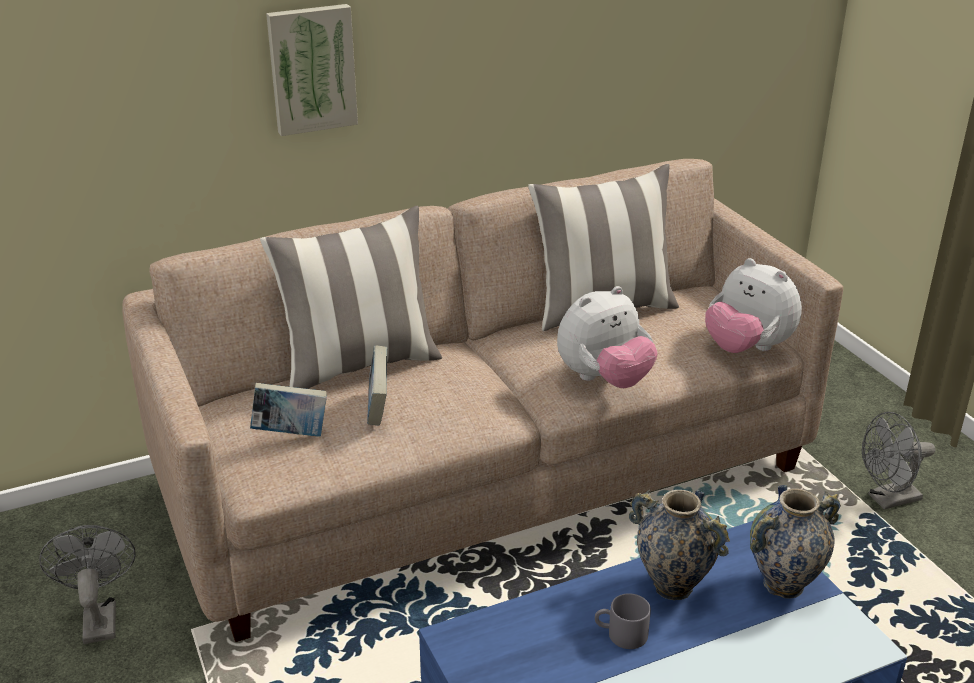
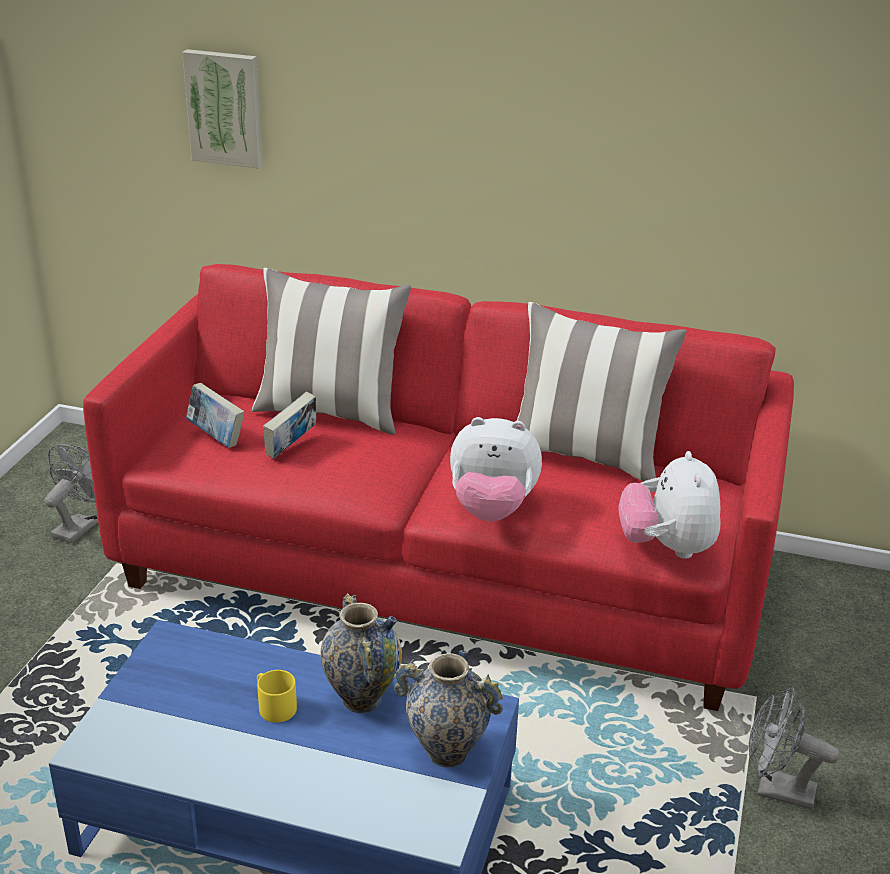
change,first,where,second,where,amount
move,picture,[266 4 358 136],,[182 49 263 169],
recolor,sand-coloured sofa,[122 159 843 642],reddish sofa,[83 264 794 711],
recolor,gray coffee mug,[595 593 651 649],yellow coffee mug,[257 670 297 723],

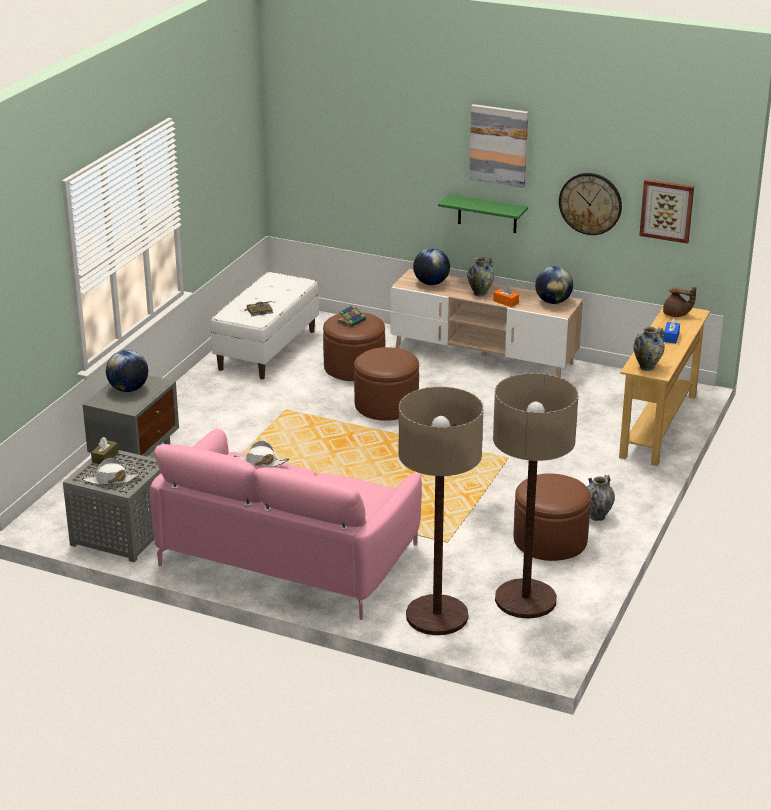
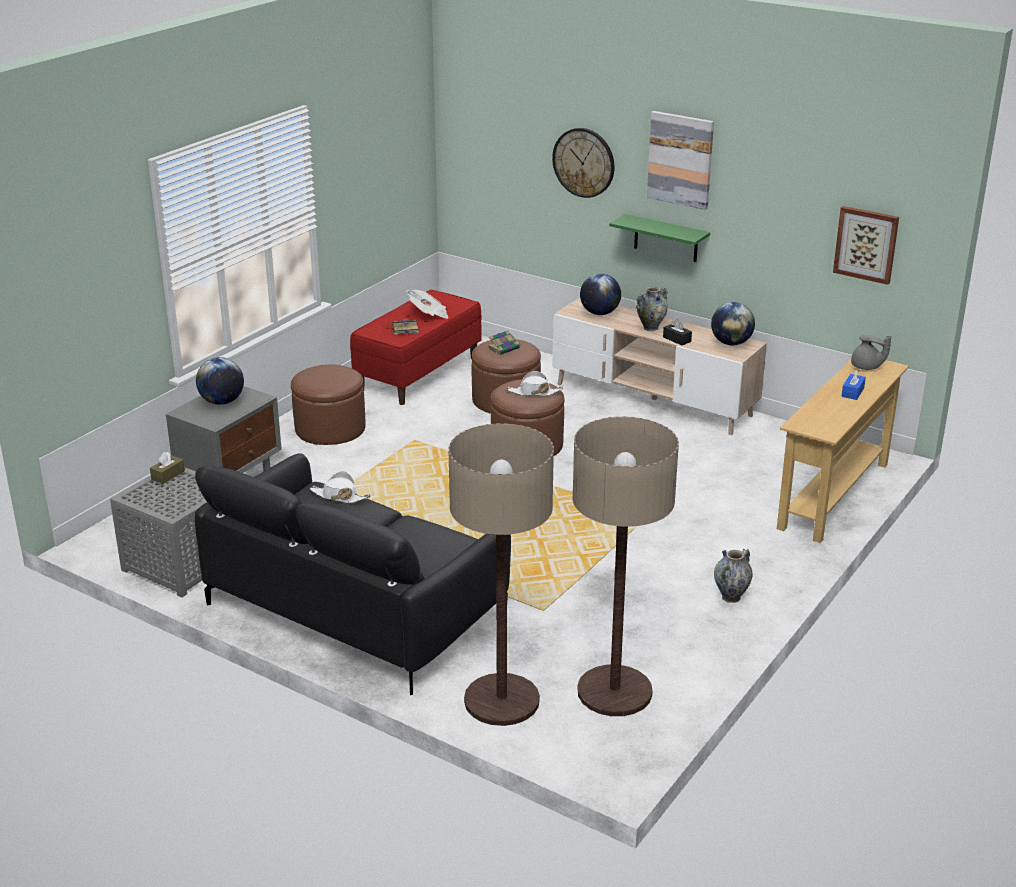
change,first,where,second,where,amount
delete,flower vase,[634 327 665 371],,,
insert,,,newspaper,[406 290 448 319],
move,white-coloured hat,[82 458 141 485],,[507 371 563 396],
move,brownish ottoman,[513 473 591 561],,[291 364 365 445],
move,clock on the wall,[559 173 622 235],,[552 128 615 198],
recolor,pink-coloured sofa,[150 428 422 620],black sofa,[195 453 511 695],
recolor,white-coloured bench,[211 272 319 379],reddish bench,[350 290 482 405],
recolor,orange-coloured tissue holder,[493 284 519 307],black tissue holder,[663 319 692 345],
recolor,brownish tea pot,[663 287 697 317],gray tea pot,[851 335 891 370],

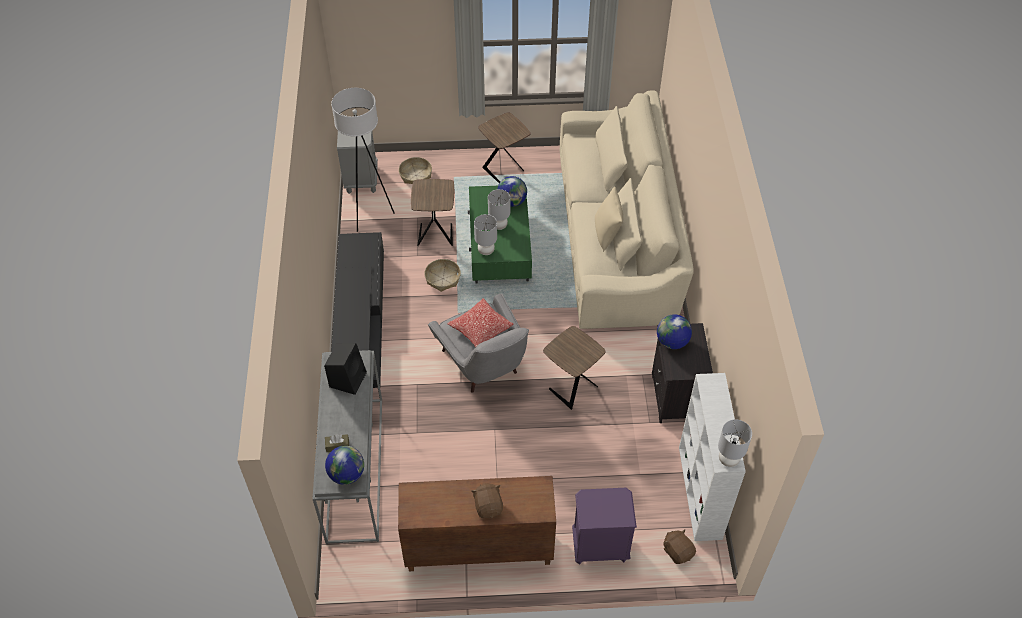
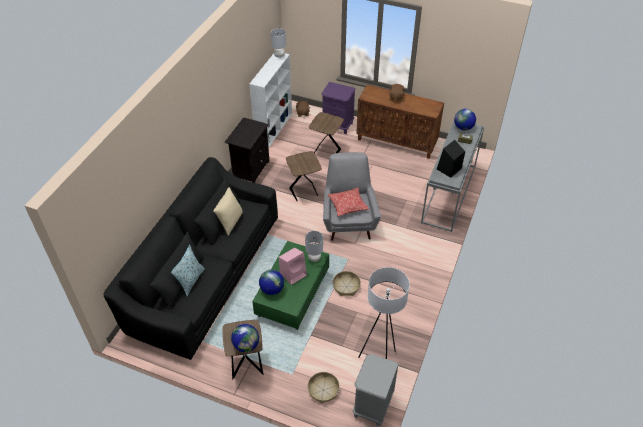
change,first,where,second,where,amount
delete,black tv unit,[331 232 384 388],,,
insert,,,cushion,[171 245 205 296],
move,brownish accent table,[411 179 454 246],,[309 112 344 153],
move,desk globe,[657 314 692 349],,[231 324 259 352],
replace,gray tabletop lamp,[488 189 510 230],pink-coloured audio speaker,[279 248 307 285],
recolor,sand-coloured sofa,[560 90 694 329],black sofa,[103 157 278 360],

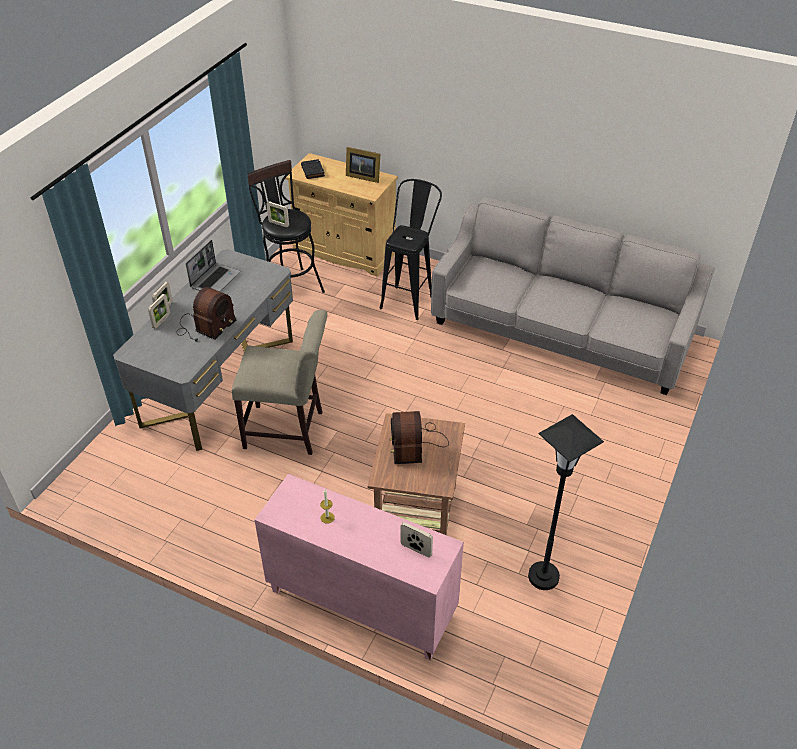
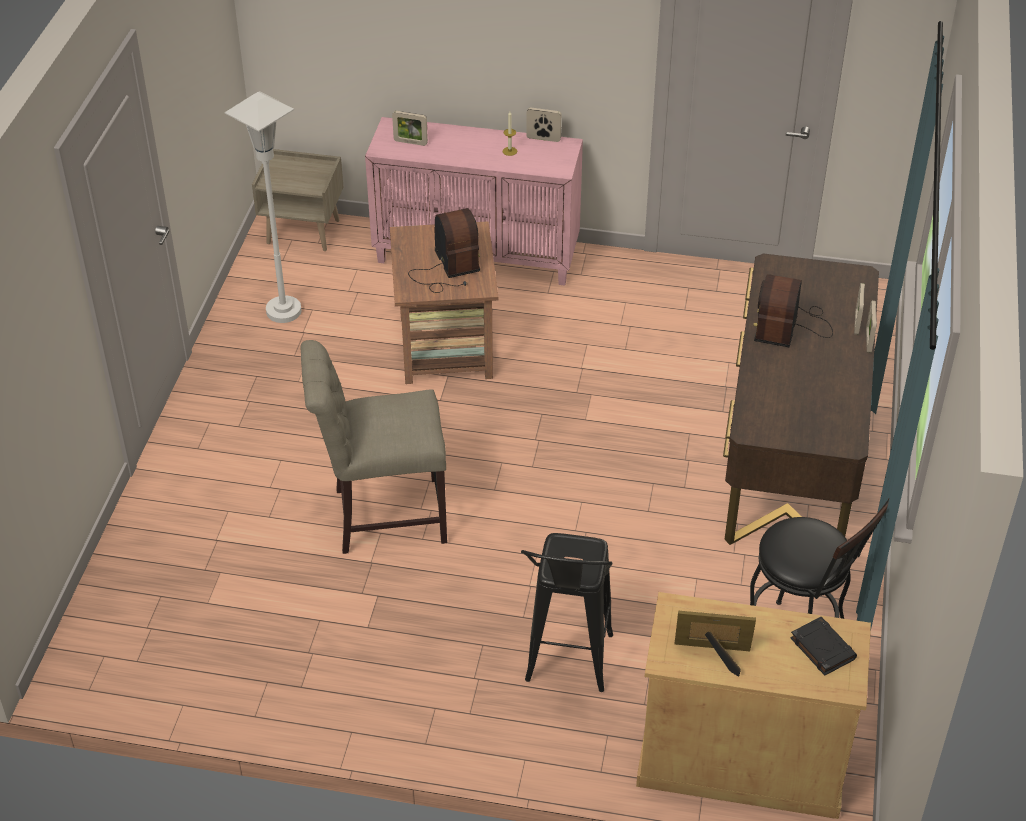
change,first,where,second,where,amount
delete,portable computer,[186 240 240 291],,,
delete,gray sofa,[431 198 715 395],,,
insert,,,sand-coloured bedside table,[252 149 343 251],
move,sand-coloured plain chair,[232 309 328 455],,[301 340 447 554],
move,picture frame,[266 201 289 227],,[526 108 561 142],
recolor,gray desk table,[113 249 293 451],brownish desk table,[723 253 879 545],
recolor,black standing lamp,[528 414 604 590],white-coloured standing lamp,[225 91 301 323],

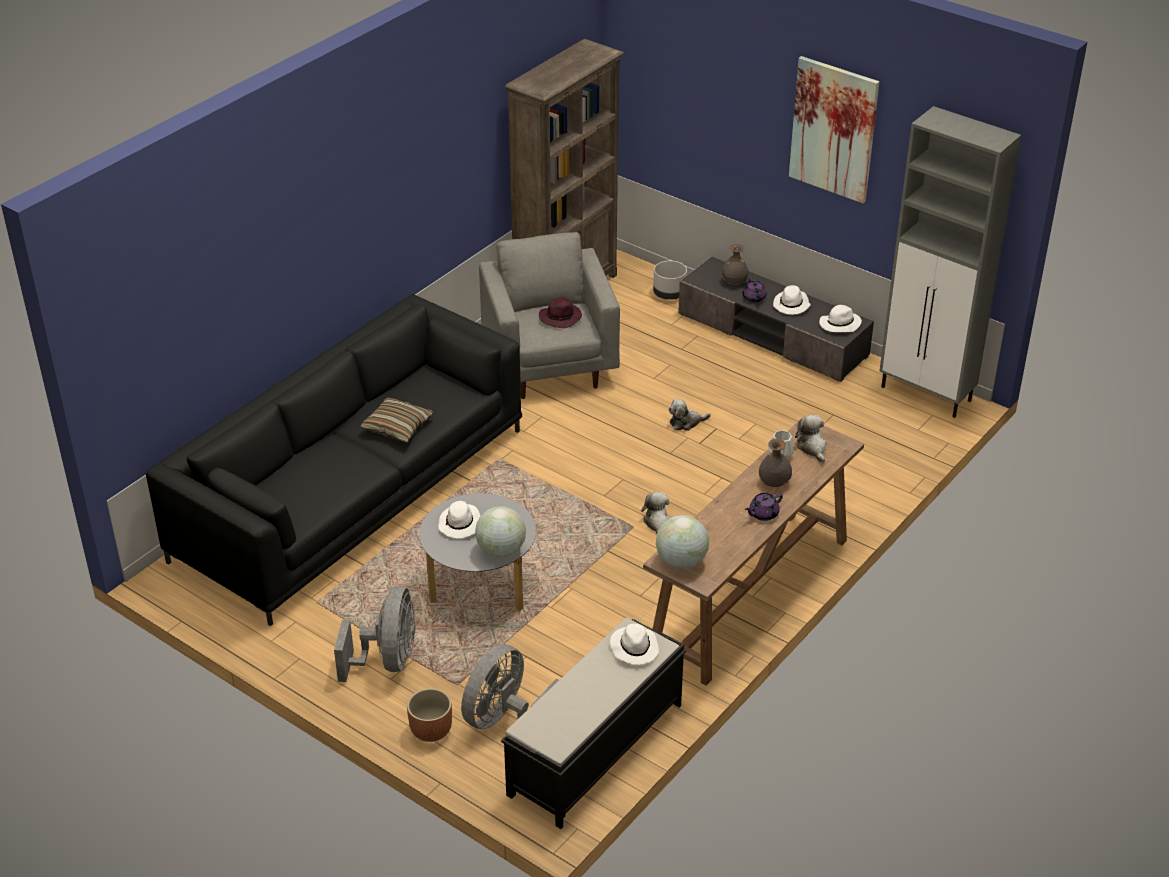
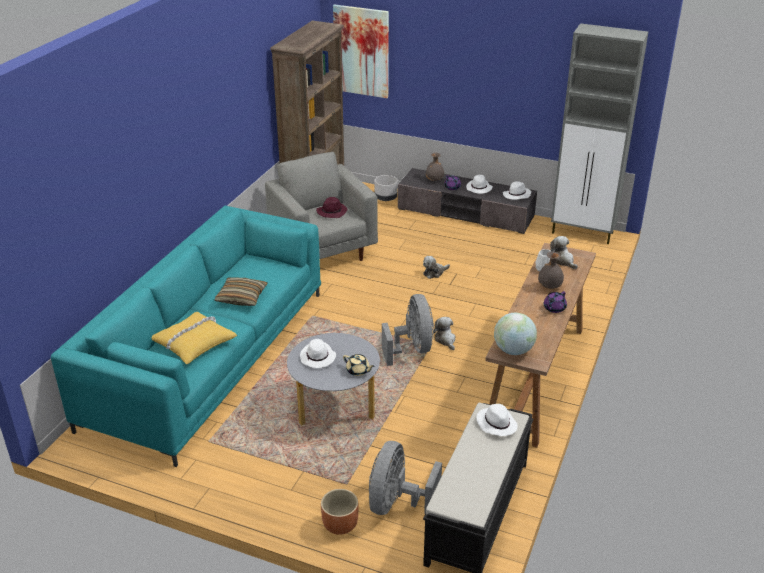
change,first,where,second,where,amount
insert,,,yellow cushion,[151 312 237 364],
move,gray cooling fan,[334 586 415 682],,[382 294 434 366],
move,picture,[789 56 879 203],,[333 4 389 98],
replace,desk globe,[475 506 526 557],sand-coloured tea pot,[343 354 375 376],
recolor,black sofa,[146 294 522 626],turquoise sofa,[51 206 321 467],

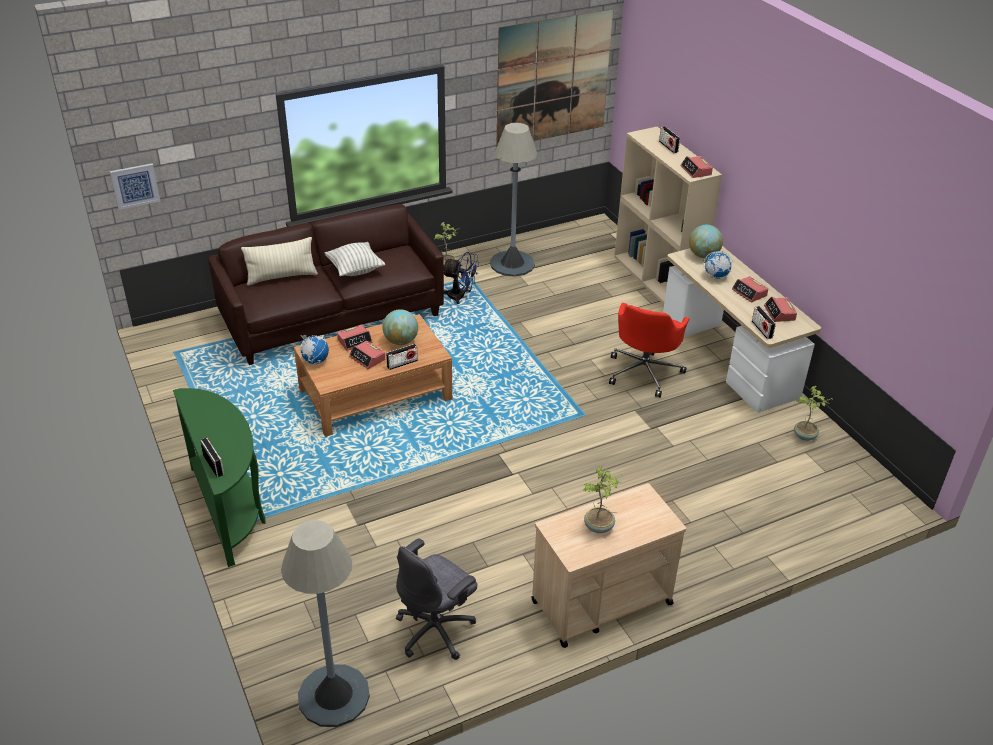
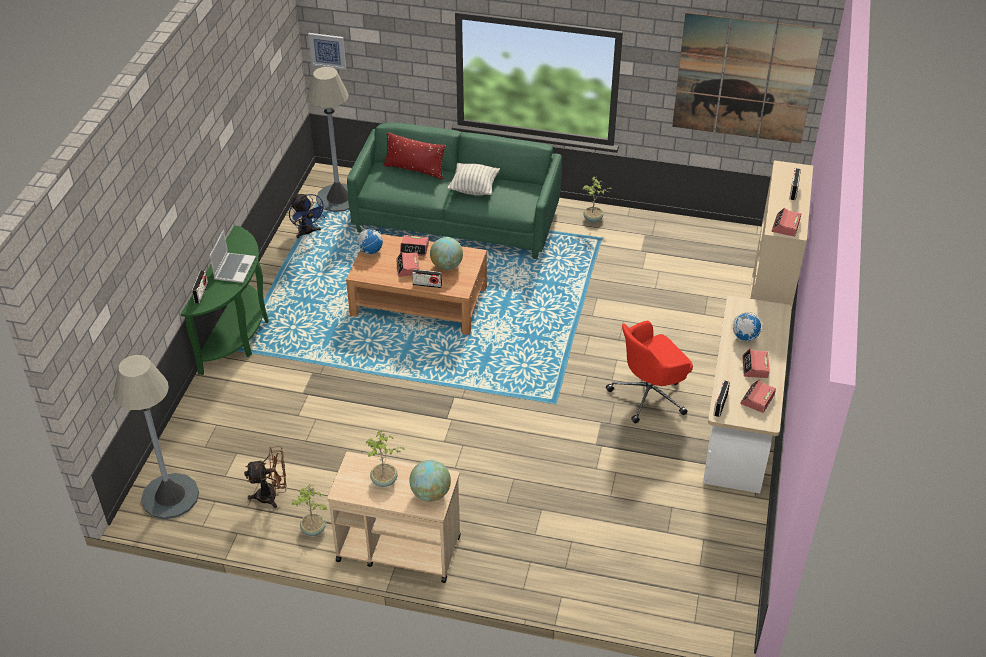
change,first,where,second,where,amount
insert,,,portable computer,[210 230 256 283],
move,blue cooling fan,[444 252 479 304],,[289 193 326 238],
move,gray standing lamp,[490 123 537 277],,[307 67 349 212],
move,desk globe,[689 225 723 258],,[409 460 451 502],
move,houseplant,[794 386 832 441],,[292 484 327 536],
replace,gray computer chair,[396 539 478 660],brownish cooling fan,[244 446 287 508],
recolor,brownish sofa,[208 204 444 365],greenish sofa,[347 123 562 259],
recolor,sand-coloured cushion,[241 237 318 286],reddish cushion,[384 132 446 180],

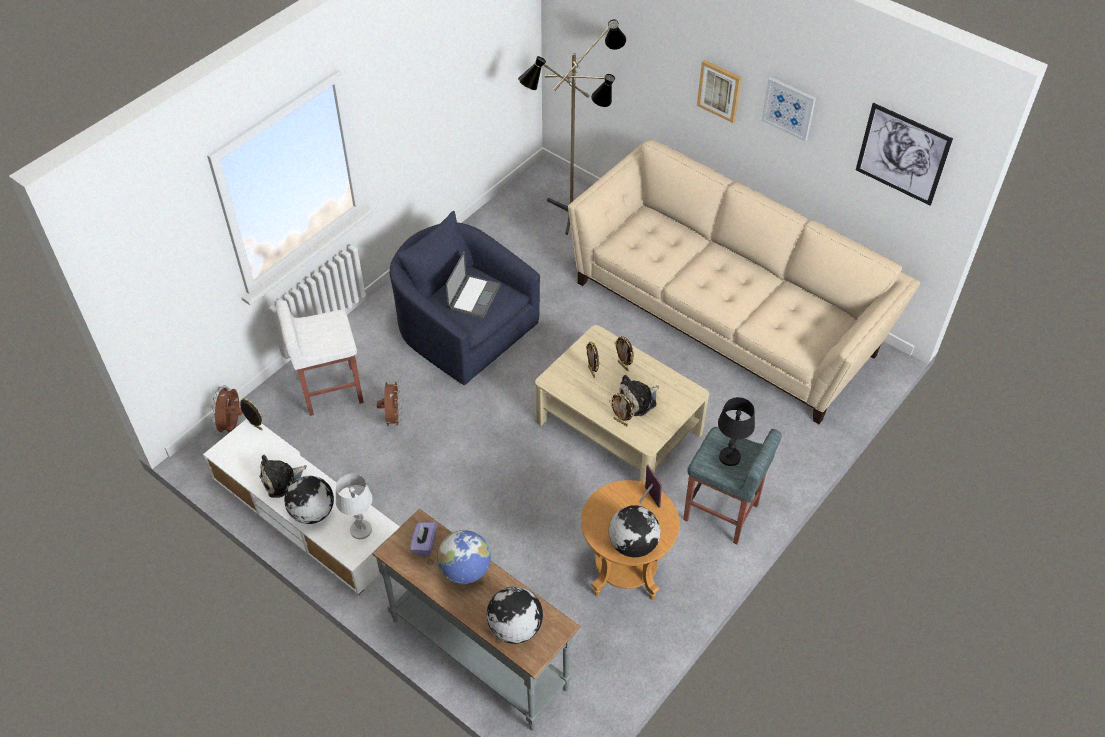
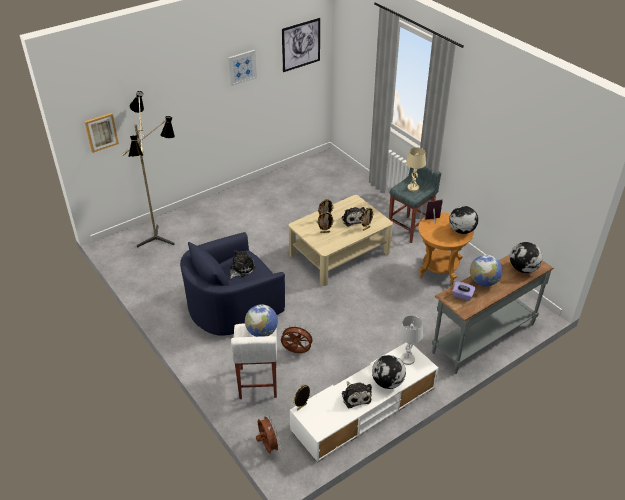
change,first,where,second,where,amount
delete,sand-coloured sofa,[568 140 920 424],,,
insert,,,desk globe,[245 304 278 337],
move,picture,[697 60 741 123],,[84 113 119 153],
replace,portable computer,[445 251 501 318],plush toy,[230 250 256 279],
recolor,black tabletop lamp,[718 397 755 466],sand-coloured tabletop lamp,[406 147 426 191],
rotate,brownish cooling fan,[211 385 243 435],,[256 414 281 453],135 degrees counterclockwise

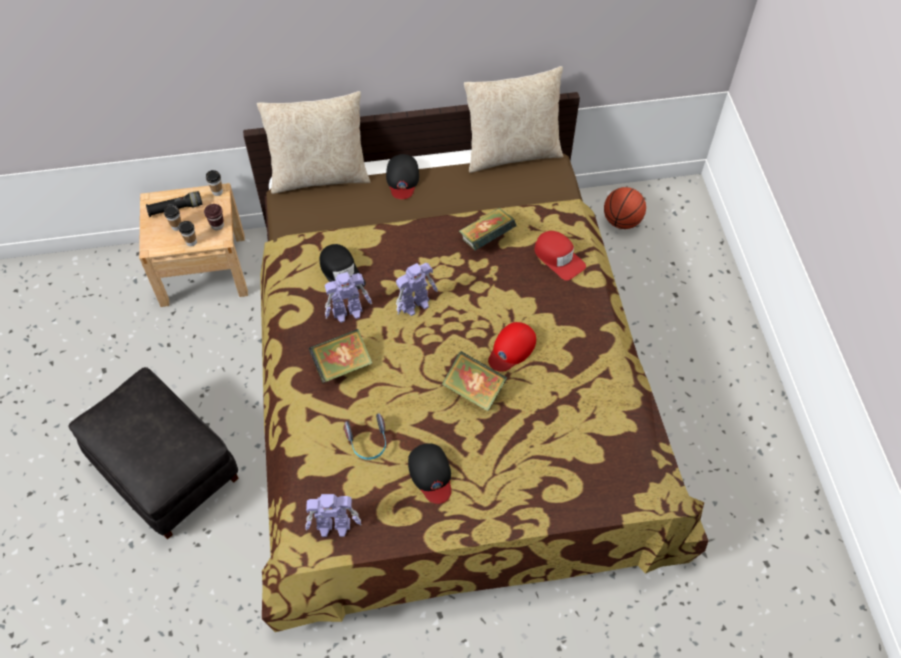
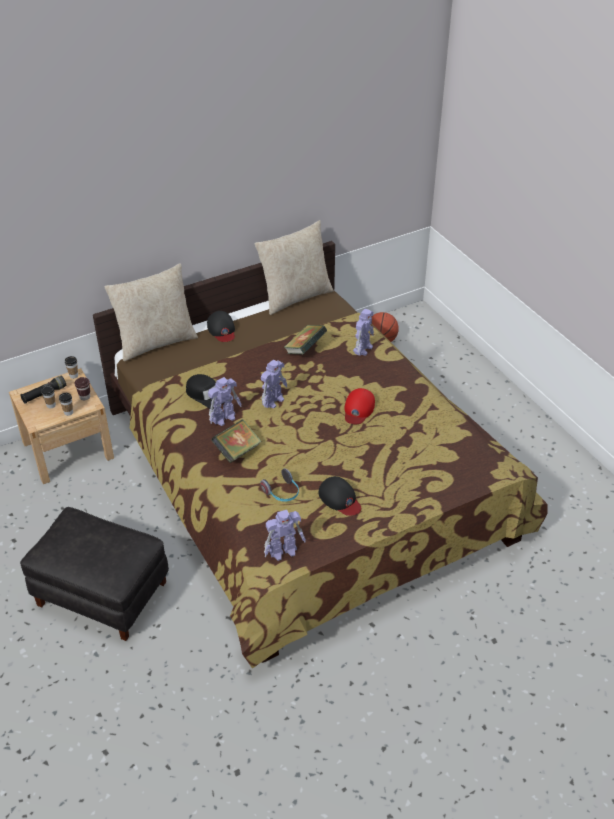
change,first,where,second,where,amount
delete,book,[442 351 507 411],,,
replace,reddish peaked cap,[535 231 586 281],robot figure,[353 309 374 356],

